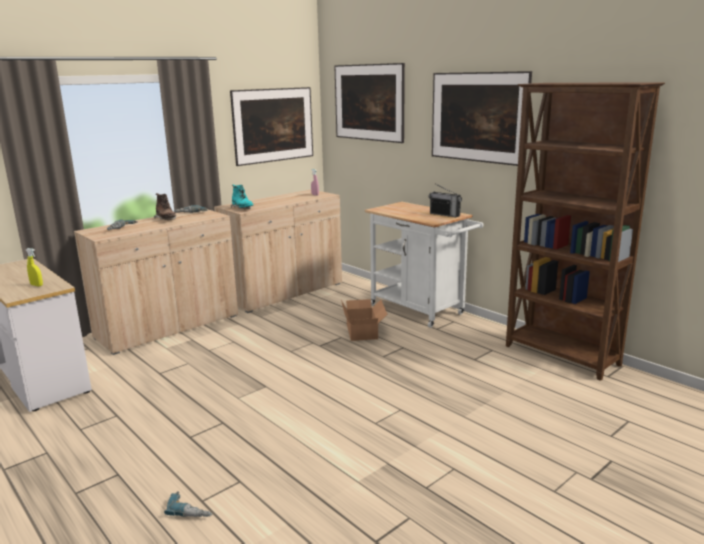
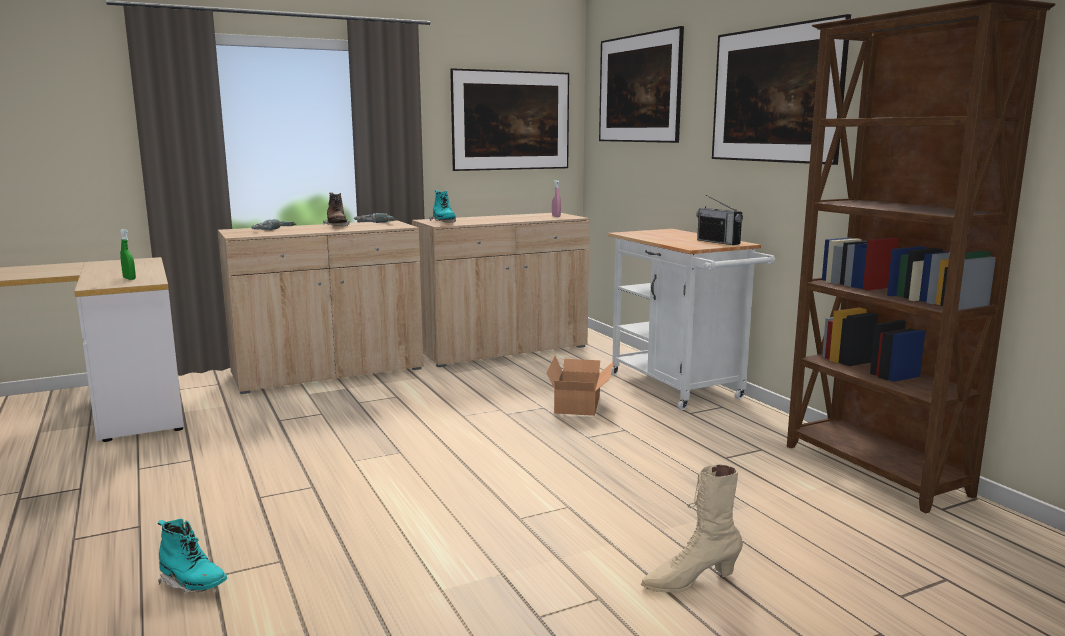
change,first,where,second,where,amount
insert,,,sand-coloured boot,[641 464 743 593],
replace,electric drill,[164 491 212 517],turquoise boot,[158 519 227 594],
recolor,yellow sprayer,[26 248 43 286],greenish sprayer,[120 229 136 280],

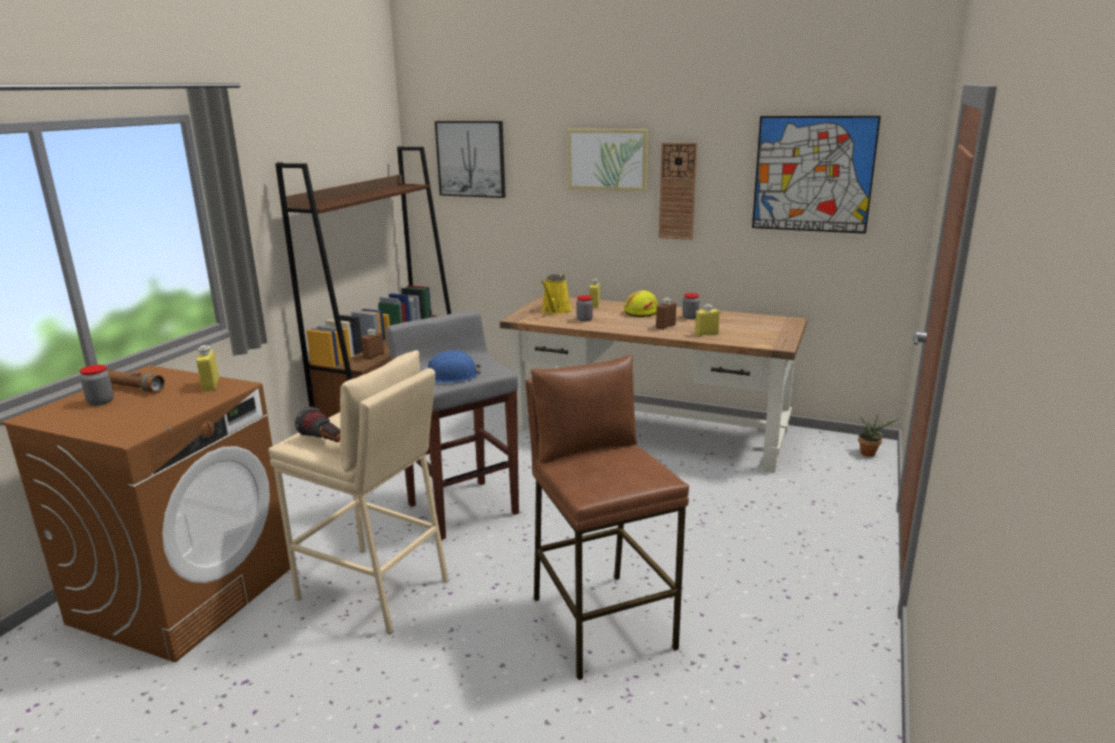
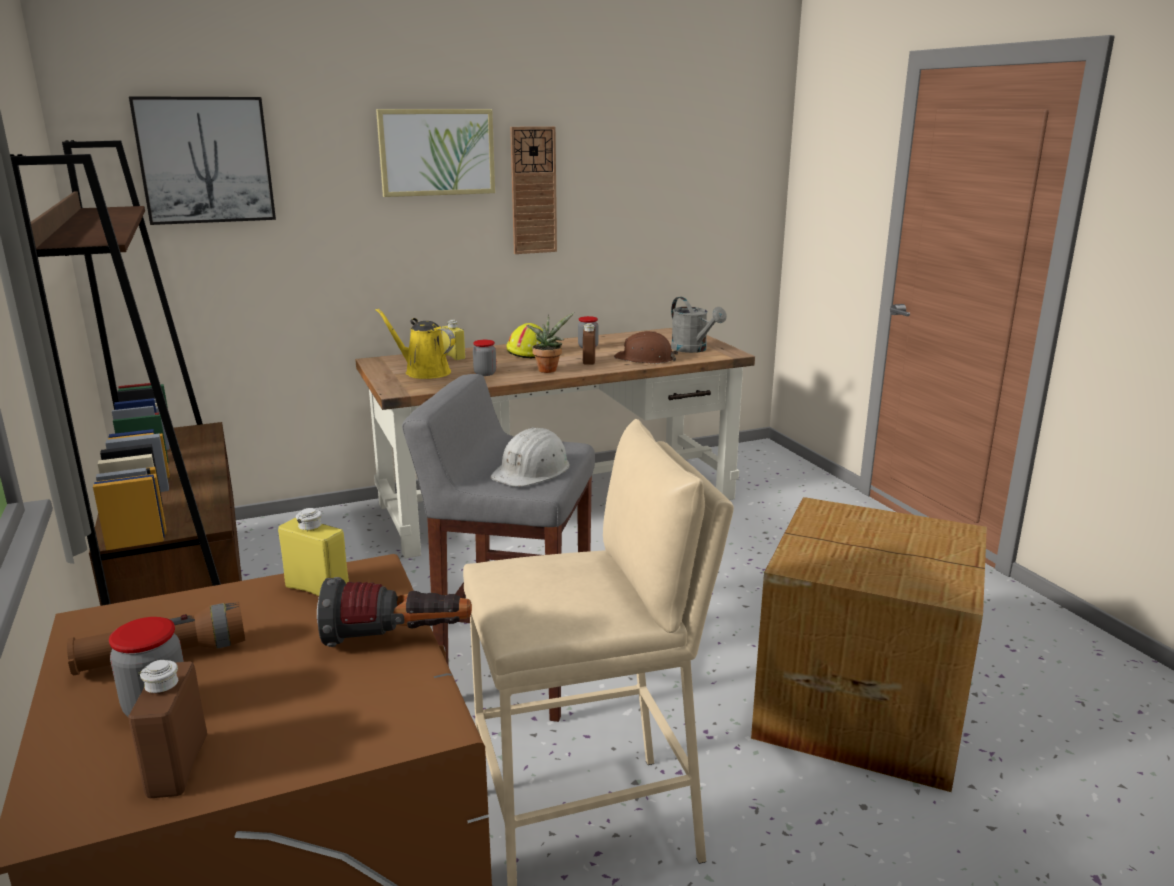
change,first,where,second,where,amount
delete,picture,[752 116 881 234],,,
insert,,,gray sprinkling can,[671 297 727 353],
move,torch,[295 407 340 442],,[317 577 472 647],
move,brownish drink bottle,[361 329 384 360],,[128 660 207 798],
move,houseplant,[858 415 900 457],,[527 312 574 373],
replace,brownish stool,[525 354 689 680],cardboard box,[751 497 987 792],
replace,yellow drink bottle,[695 304 720 336],brownish hard hat,[614 331 678 364],
recolor,blue hard hat,[428 350 481 383],white-coloured hard hat,[490 427 570 487],
rotate,yellow sprinkling can,[541 274 572 314],,[375 308 455 379],150 degrees clockwise

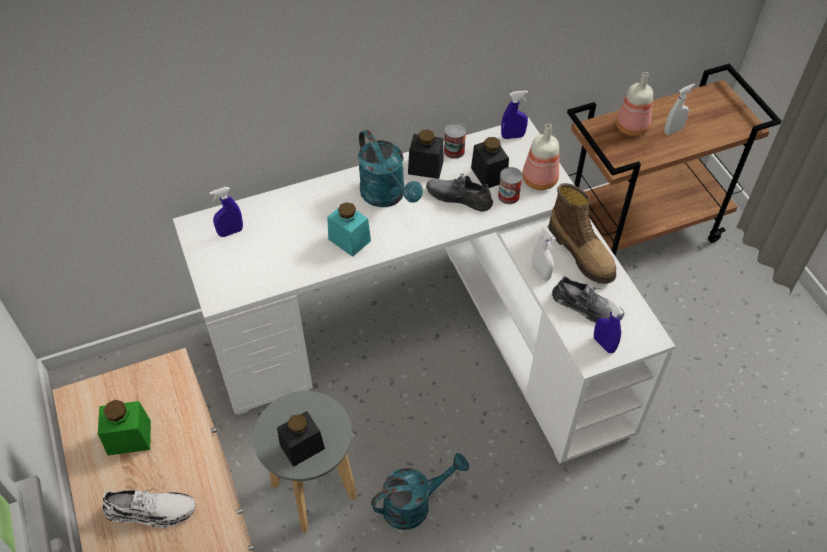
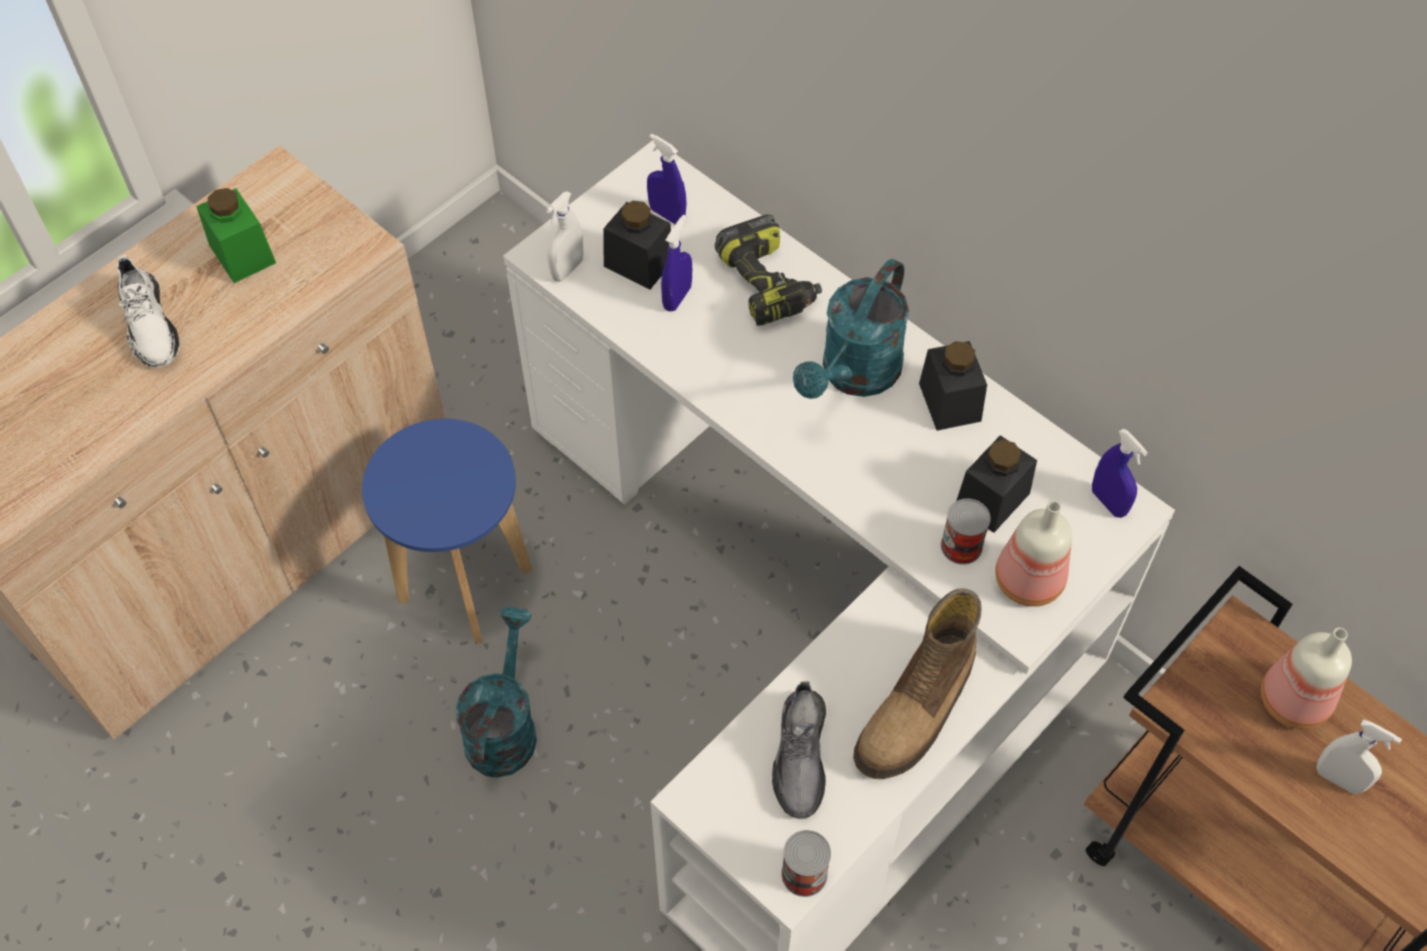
change,first,where,second,where,amount
delete,turquoise jar,[327 202 371 257],,,
delete,gray low shoe,[426 174 493 212],,,
insert,,,electric drill,[715 214 822 326],
move,black jar,[277 411 325 467],,[603 201 671 290],
move,can,[444 123 466 159],,[781 830 831 897],
move,white-coloured sprayer,[532 226 556 281],,[546 191 583 282],
move,blue sprayer,[594 297 624 353],,[661 215 692 312],
recolor,gray stool,[253 391 357 533],blue stool,[362 419 533 644],
rotate,turquoise sprinkling can,[371 453 469 530],,[456 607 537 778],120 degrees counterclockwise

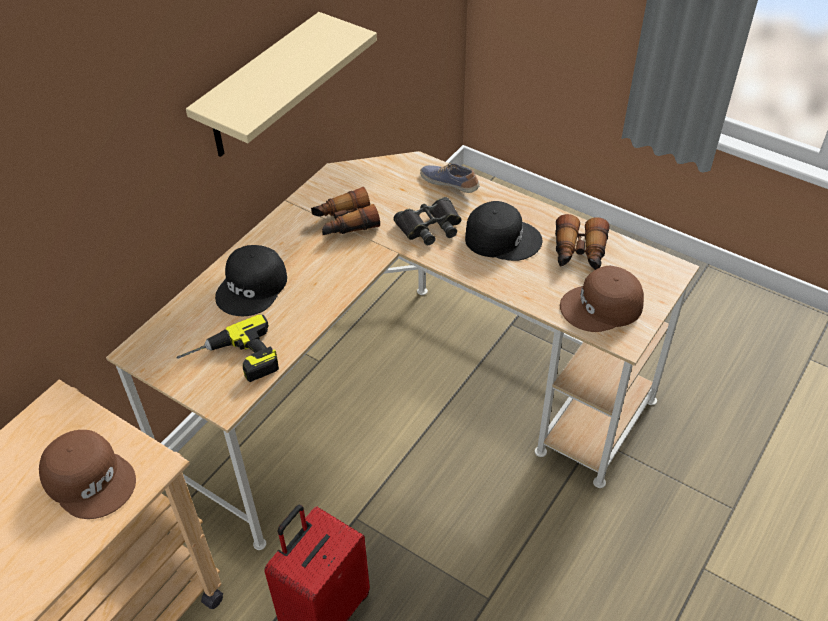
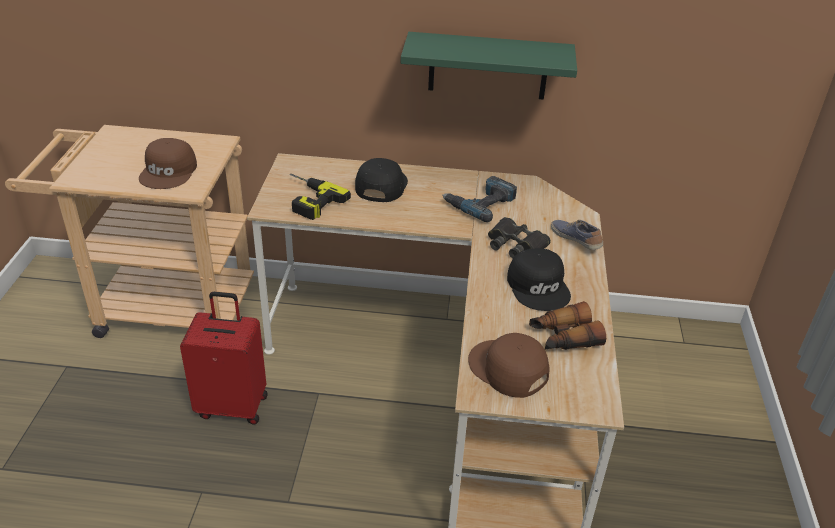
change,first,where,second,where,amount
replace,binoculars,[311 187 380 235],electric drill,[442 176 517 222],
recolor,sand-coloured shelf,[186 12 377 157],greenish shelf,[401 32 577 100],
rotate,black peaked cap,[215 245 287 316],,[355 158 408 202],105 degrees clockwise
rotate,low shoe,[420 163 480 193],,[551 220 603 250],45 degrees counterclockwise

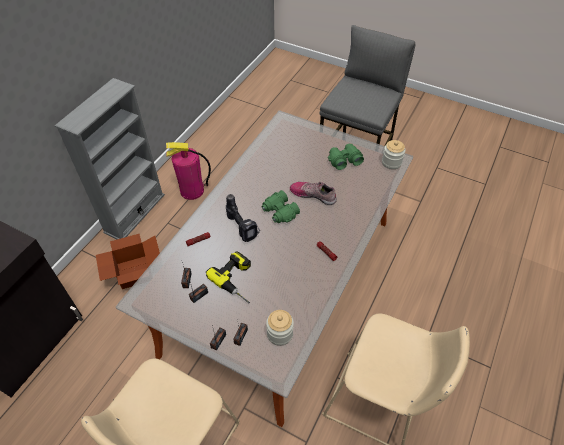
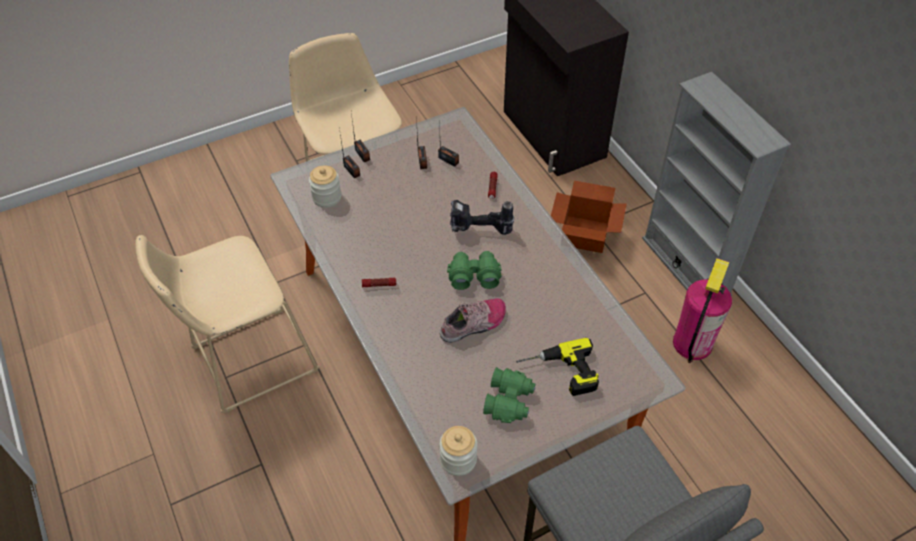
change,first,where,second,where,amount
move,electric drill,[206 251 251 304],,[516 338 599 396],

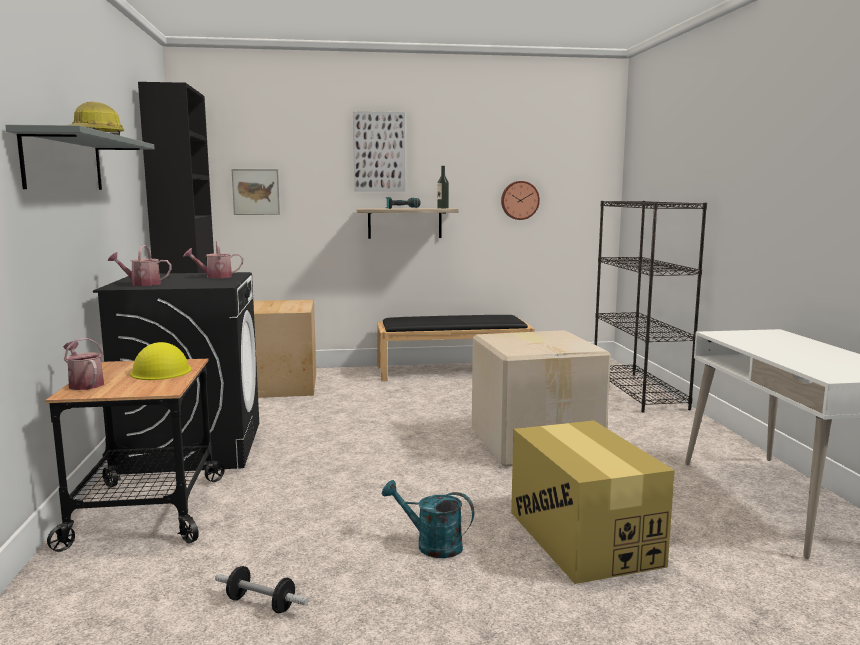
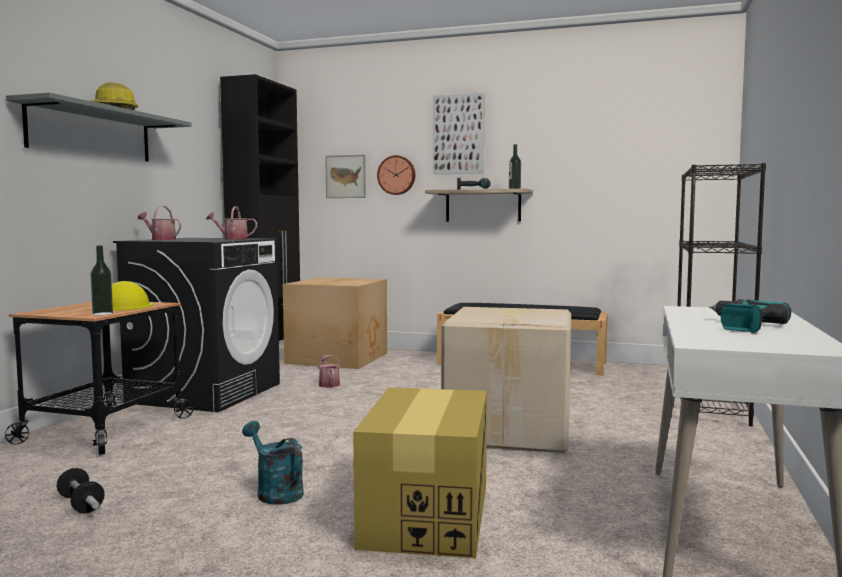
change,first,where,second,where,amount
insert,,,drink bottle,[91 245 113 315],
insert,,,electric drill,[709 299 791 333],
move,sprinkling can,[63 338 104 390],,[318 355 341 388],
move,clock on the wall,[501 181 540 220],,[377 155 415 195],

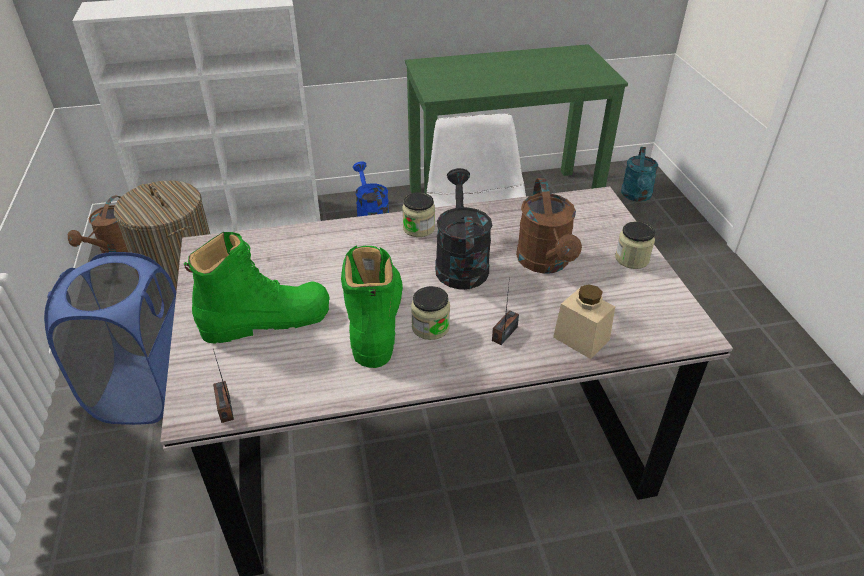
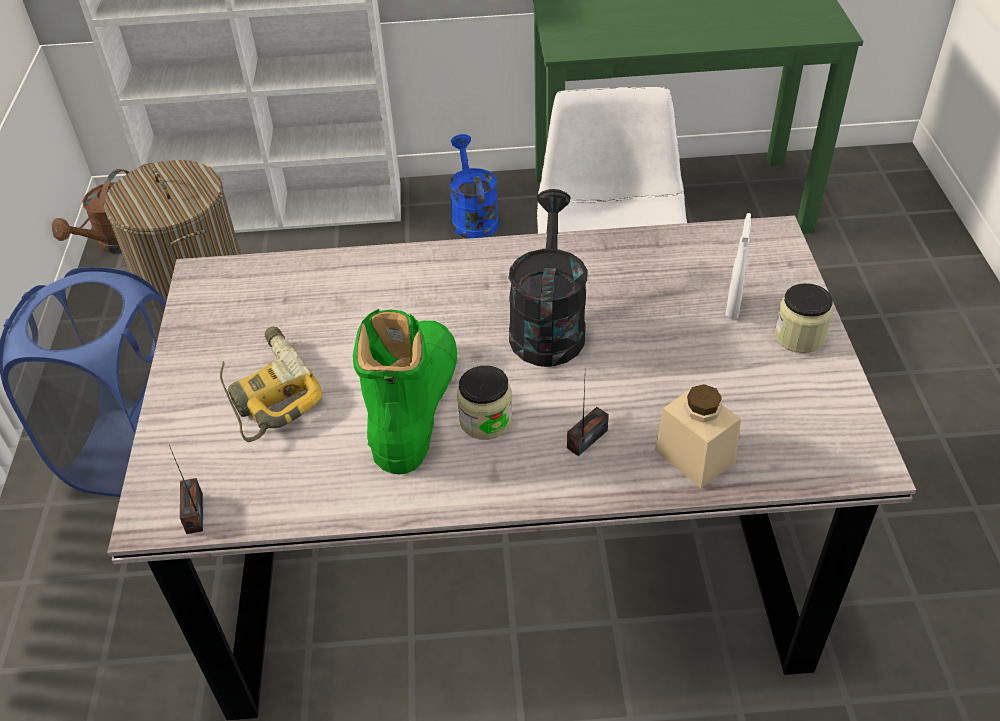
change,first,where,second,where,amount
delete,jar,[402 192 435 237],,,
delete,brownish sprinkling can,[516 178 582 274],,,
delete,turquoise sprinkling can,[621 147 658 202],,,
insert,,,white-coloured sprayer,[726 213 751 319],
replace,greenish boot,[184 232 330 344],electric drill,[220 327 322 442],

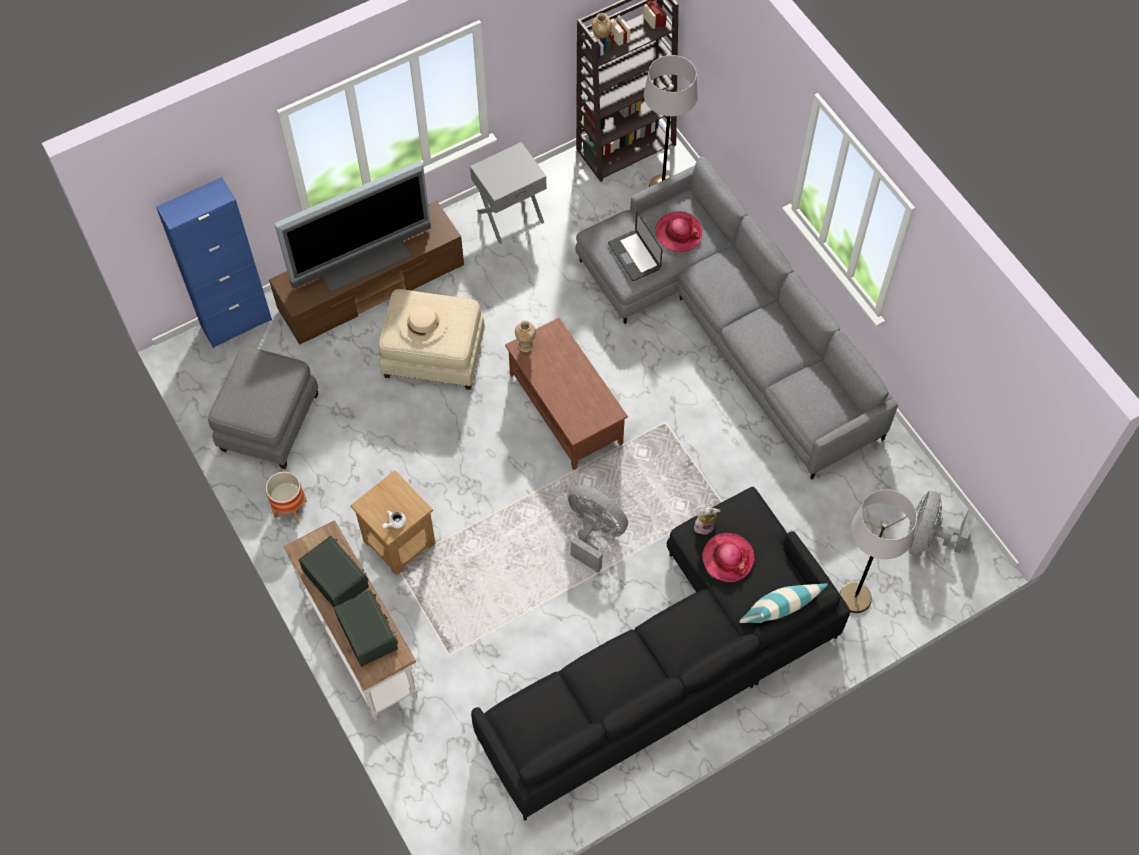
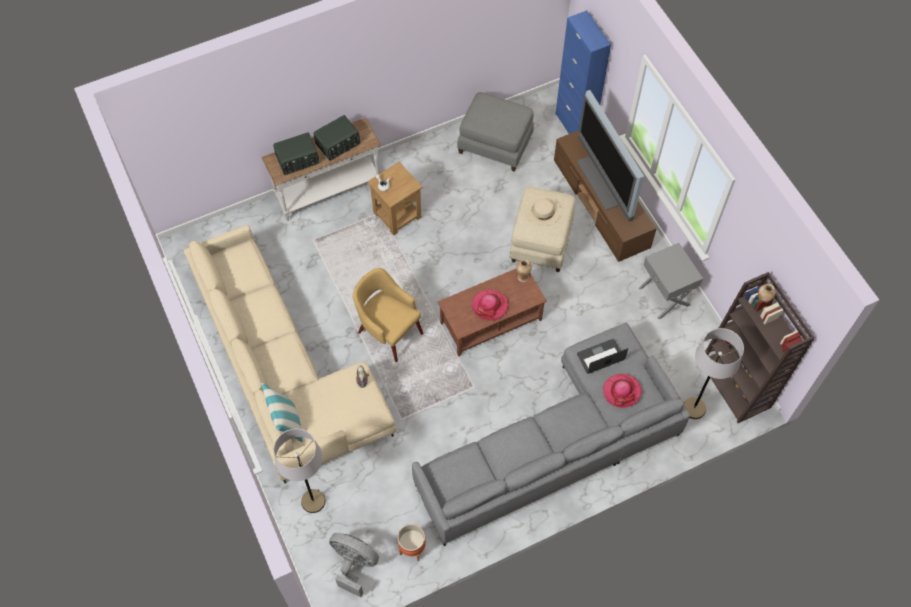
change,first,where,second,where,amount
move,plant pot,[265 472 307 523],,[397 524 426 561],
move,hat,[702 533 755 582],,[472 289 509 321],
replace,gray cooling fan,[568 485 628 573],yellow easy chair,[353 268 424 362],
recolor,black sofa,[471 487 851 821],sand-coloured sofa,[184 225 396 484],

